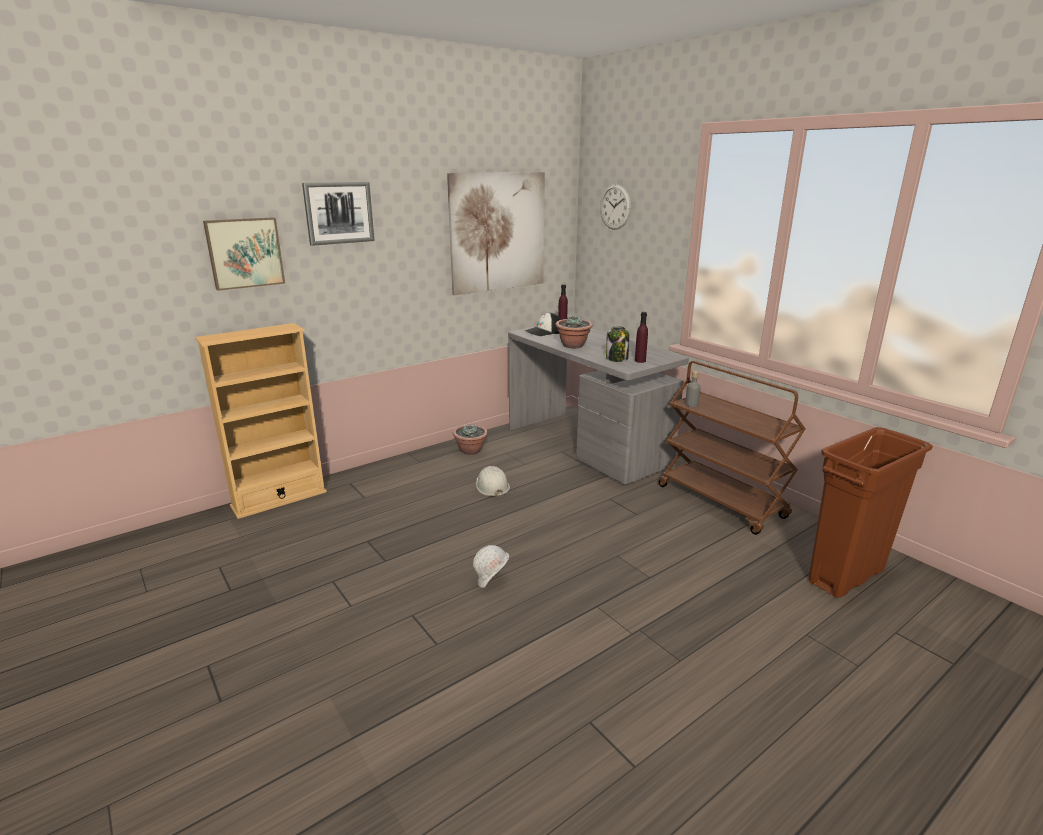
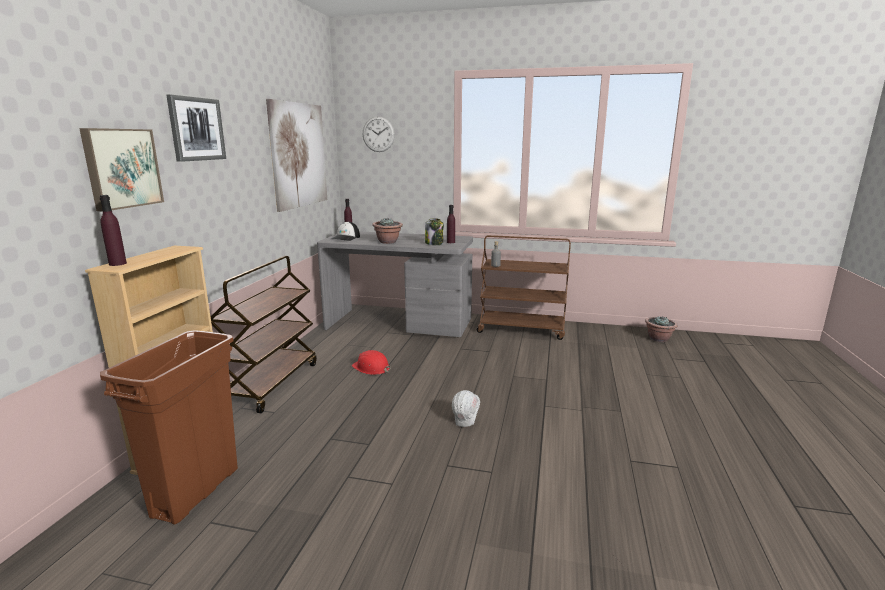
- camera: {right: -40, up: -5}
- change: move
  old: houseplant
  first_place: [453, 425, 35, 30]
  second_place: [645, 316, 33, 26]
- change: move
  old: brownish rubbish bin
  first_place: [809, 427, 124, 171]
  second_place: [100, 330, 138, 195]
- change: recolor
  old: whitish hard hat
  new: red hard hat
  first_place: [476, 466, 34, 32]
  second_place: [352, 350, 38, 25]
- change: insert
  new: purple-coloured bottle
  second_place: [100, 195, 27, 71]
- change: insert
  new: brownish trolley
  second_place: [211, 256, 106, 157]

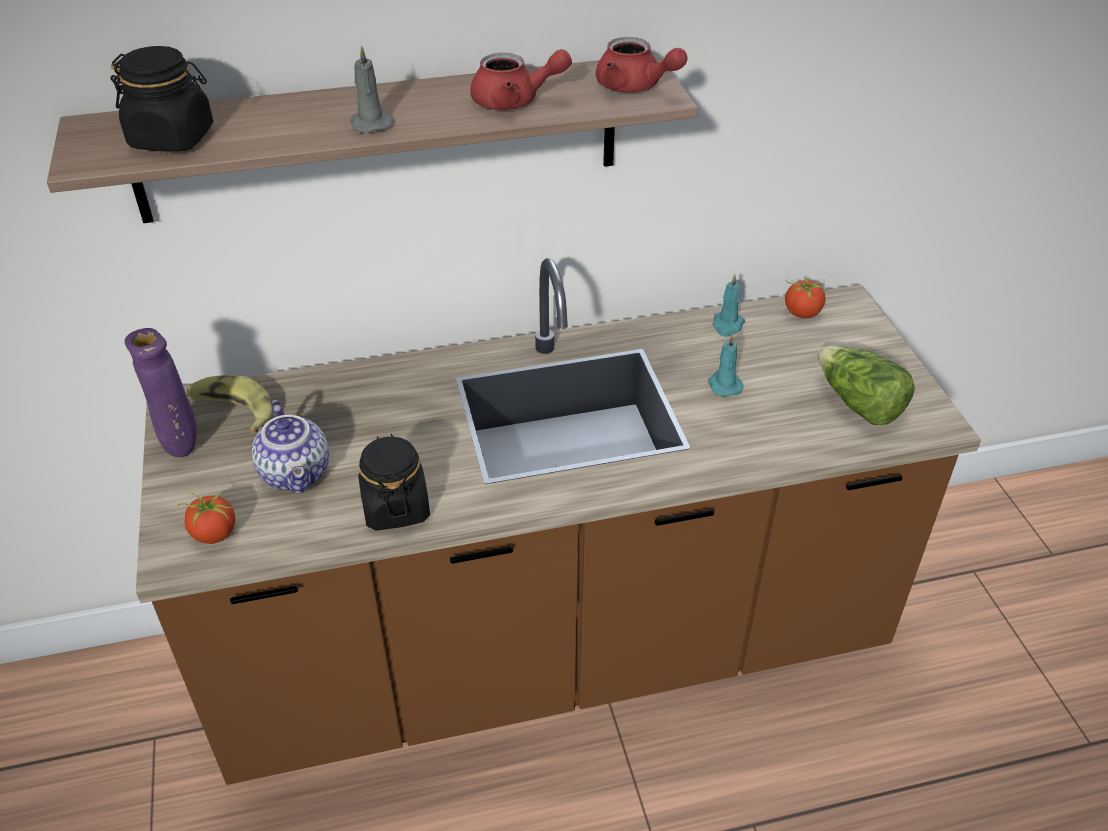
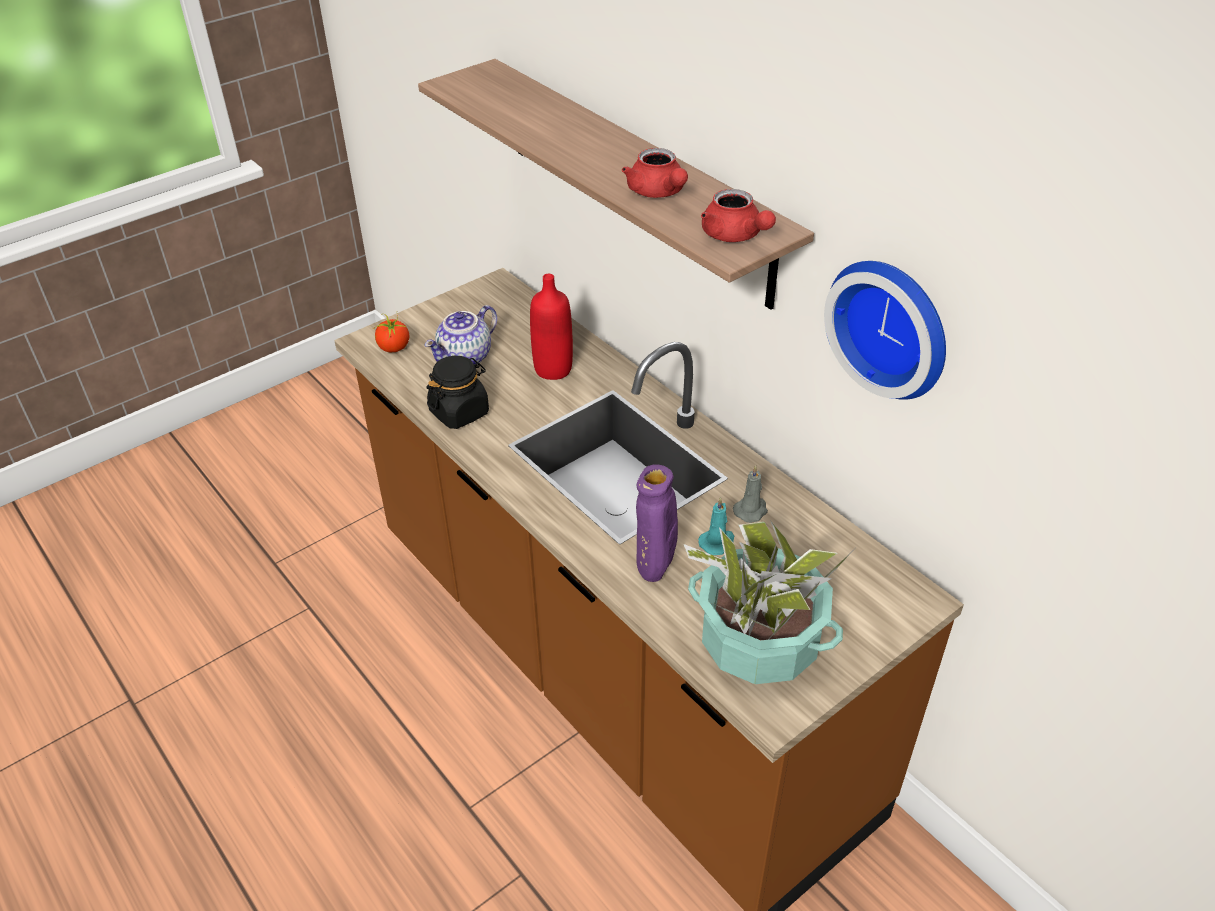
- camera: {right: 65, up: 0}
- change: rotate
  old: red teapot
  first_place: [596, 37, 92, 56]
  second_place: [701, 189, 75, 53]
  degrees: -45
- change: move
  old: gray candle
  first_place: [350, 45, 44, 88]
  second_place: [733, 465, 35, 58]
- change: delete
  old: blackish jar
  first_place: [110, 46, 103, 106]
- change: delete
  old: blue-green candle
  first_place: [712, 274, 33, 63]
- change: delete
  old: tomato
  first_place: [785, 276, 43, 42]
- change: move
  old: purple-coloured vase
  first_place: [125, 328, 72, 129]
  second_place: [636, 464, 42, 118]
- change: replace
  old: lettuce
  new: houseplant
  first_place: [817, 346, 98, 79]
  second_place: [684, 522, 168, 162]
- change: delete
  old: banana
  first_place: [187, 375, 87, 58]
- change: insert
  new: clock on the wall
  second_place: [824, 261, 122, 139]
- change: insert
  new: red bottle
  second_place: [530, 274, 43, 106]

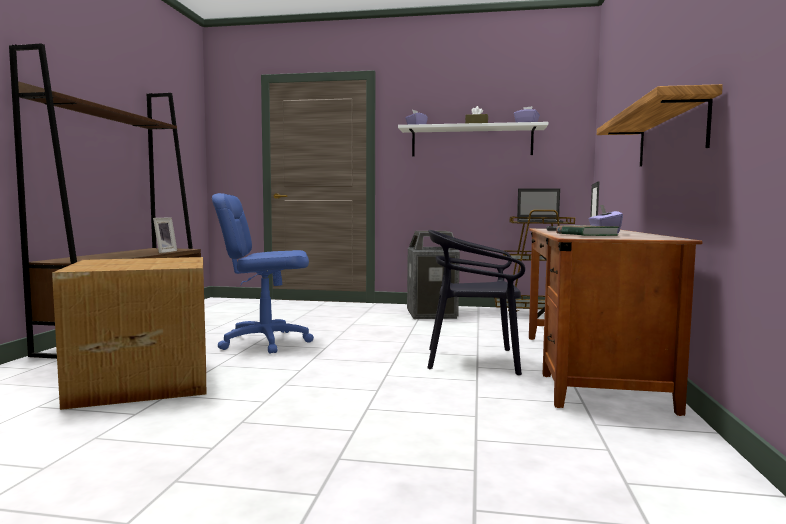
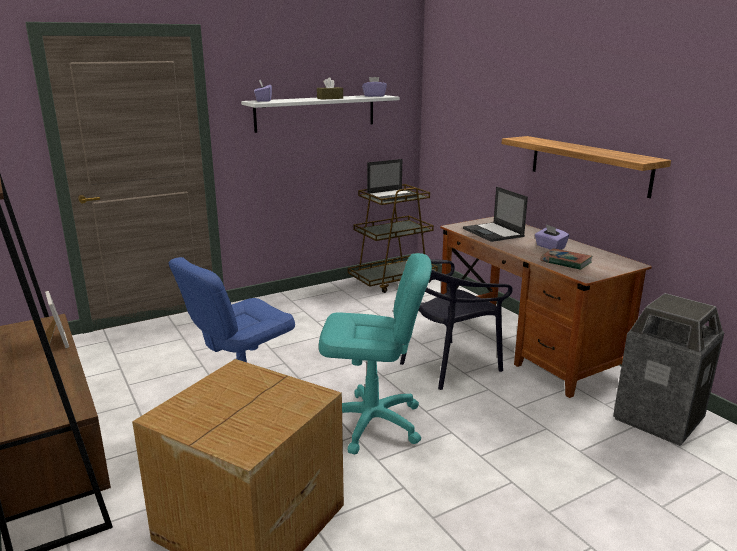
- camera: {right: -40, up: 15}
- change: move
  old: rubbish bin
  first_place: [407, 231, 53, 88]
  second_place: [613, 293, 111, 153]
- change: insert
  new: blue-green computer chair
  second_place: [319, 253, 113, 201]

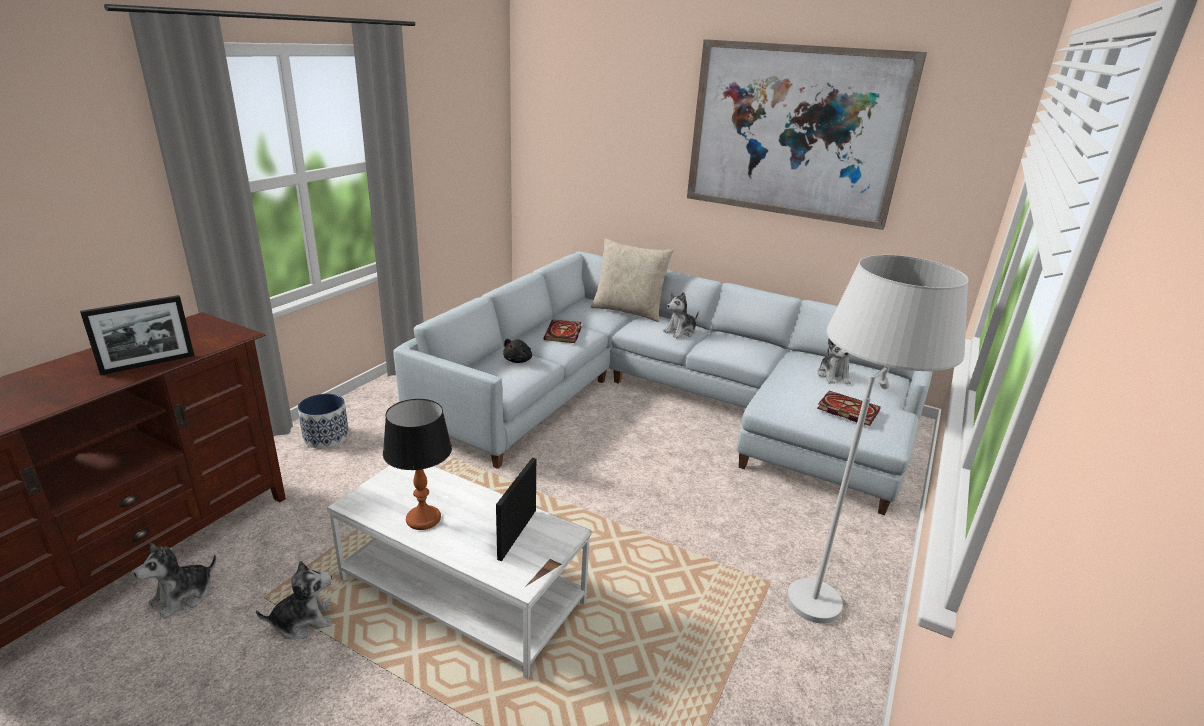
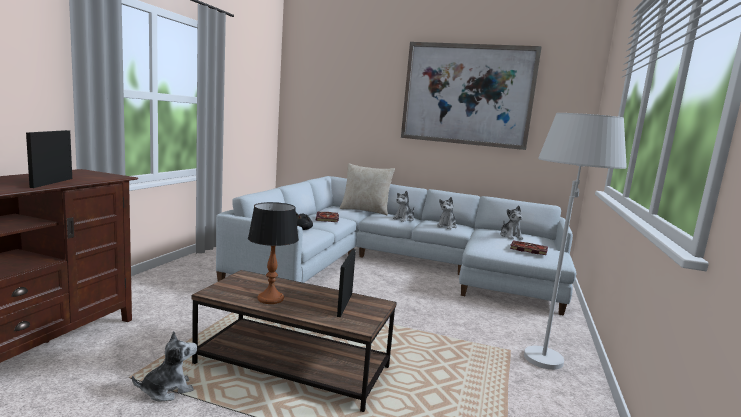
- camera: {right: -10, up: -15}
- change: rotate
  old: picture frame
  first_place: [80, 295, 114, 80]
  second_place: [26, 130, 46, 58]
  degrees: 135
- change: delete
  old: planter
  first_place: [298, 394, 51, 54]
- change: recolor
  old: whitish lounge table
  new: brownish lounge table
  first_place: [327, 465, 264, 214]
  second_place: [191, 270, 206, 142]
- change: move
  old: plush toy
  first_place: [134, 543, 82, 76]
  second_place: [437, 197, 20, 32]

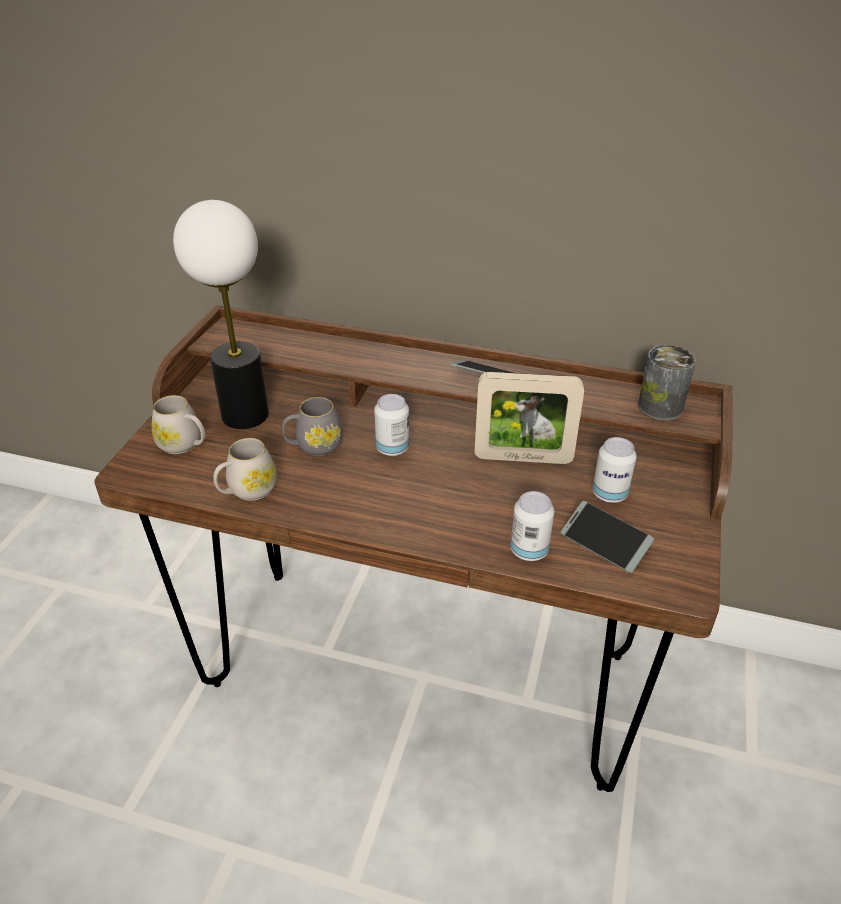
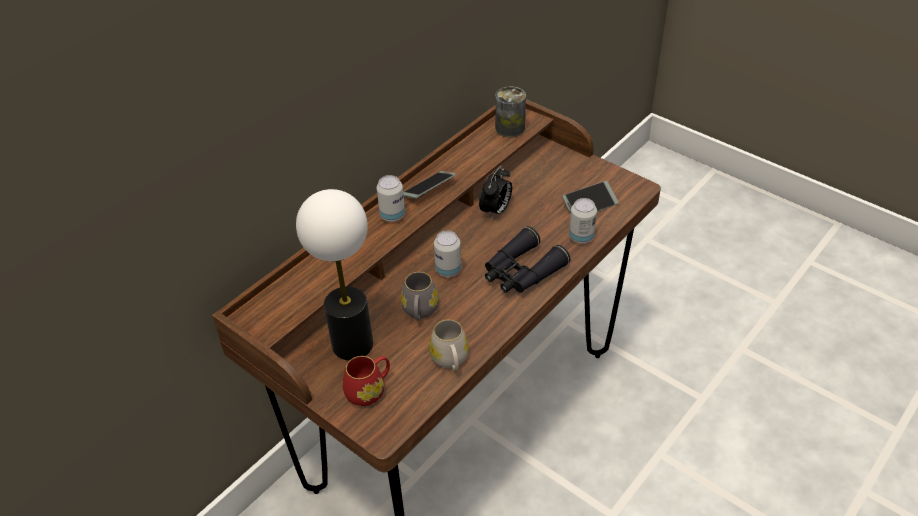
- camera: {right: -65, up: 5}
- change: replace
  old: picture frame
  new: bedside clock
  first_place: [475, 372, 109, 92]
  second_place: [479, 166, 33, 52]
- change: recolor
  old: whitish mug
  new: red mug
  first_place: [152, 395, 53, 59]
  second_place: [343, 356, 47, 50]
- change: move
  old: can
  first_place: [592, 437, 45, 66]
  second_place: [377, 175, 28, 47]
- change: insert
  new: blackish field glasses
  second_place: [485, 226, 86, 67]

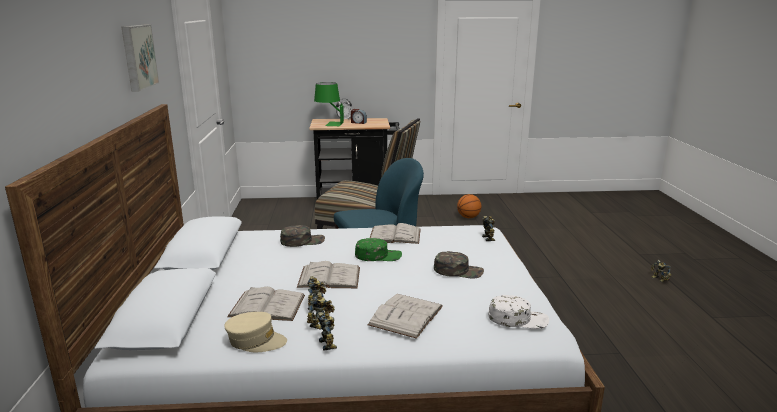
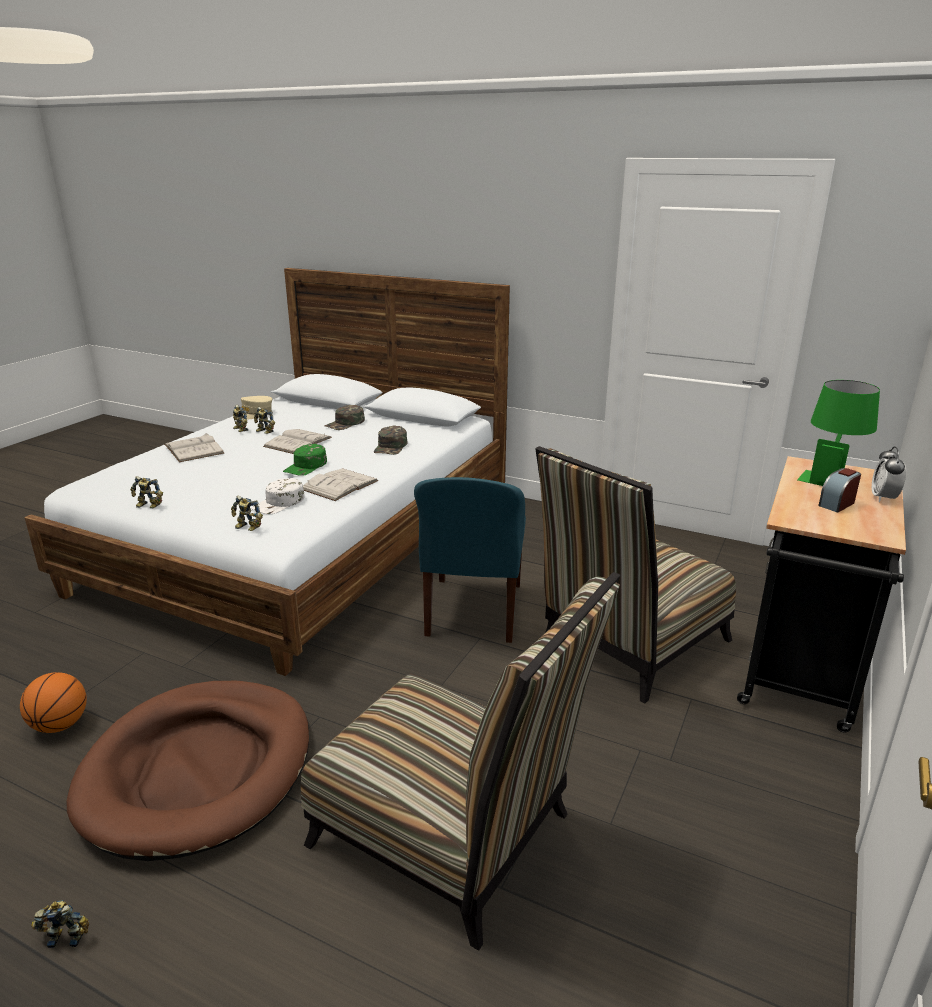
- camera: {right: 120, up: 5}
- change: delete
  old: wall art
  first_place: [121, 25, 38, 67]
- change: move
  old: basketball ball
  first_place: [457, 194, 24, 24]
  second_place: [20, 672, 67, 61]
- change: move
  old: greenish baseball cap
  first_place: [434, 251, 50, 28]
  second_place: [325, 405, 40, 25]
- change: delete
  old: whitish book
  first_place: [227, 287, 78, 34]
- change: move
  old: whitish baseball cap
  first_place: [488, 295, 61, 34]
  second_place: [251, 478, 54, 36]
- change: move
  old: robot figure
  first_place: [317, 312, 20, 39]
  second_place: [130, 476, 33, 32]
- change: insert
  new: upright chair
  second_place: [301, 572, 319, 379]
- change: insert
  new: brownish pet bed
  second_place: [67, 681, 242, 180]

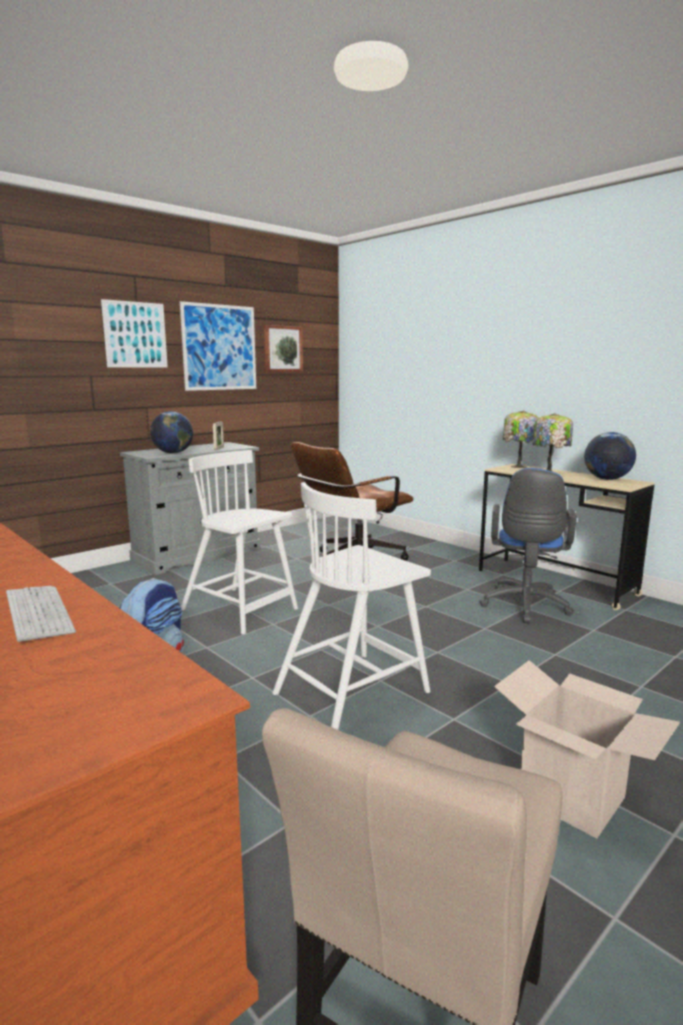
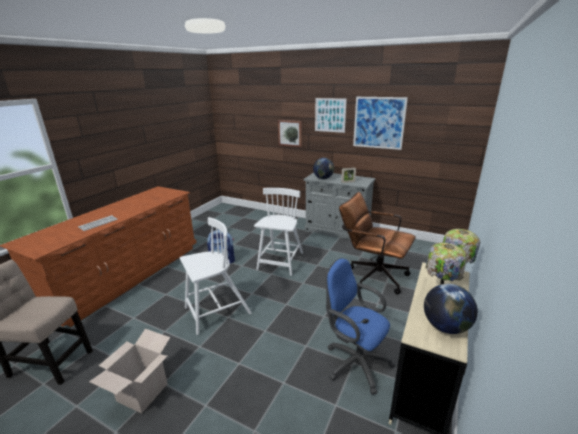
- camera: {right: 70, up: 10}
- change: move
  old: wall art
  first_place: [264, 325, 39, 47]
  second_place: [278, 120, 24, 27]
- change: rotate
  old: bluish computer chair
  first_place: [479, 468, 98, 155]
  second_place: [326, 258, 69, 137]
  degrees: 45
- change: rotate
  old: whitish upright chair
  first_place: [272, 482, 159, 248]
  second_place: [180, 217, 72, 118]
  degrees: 120

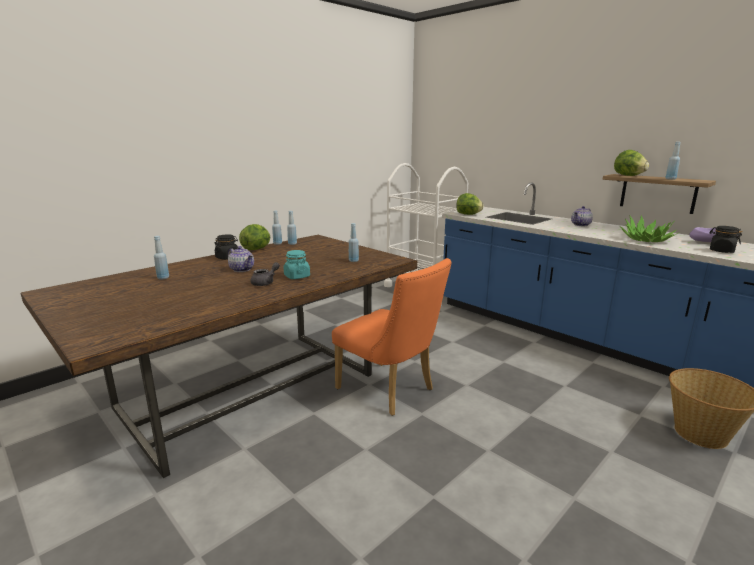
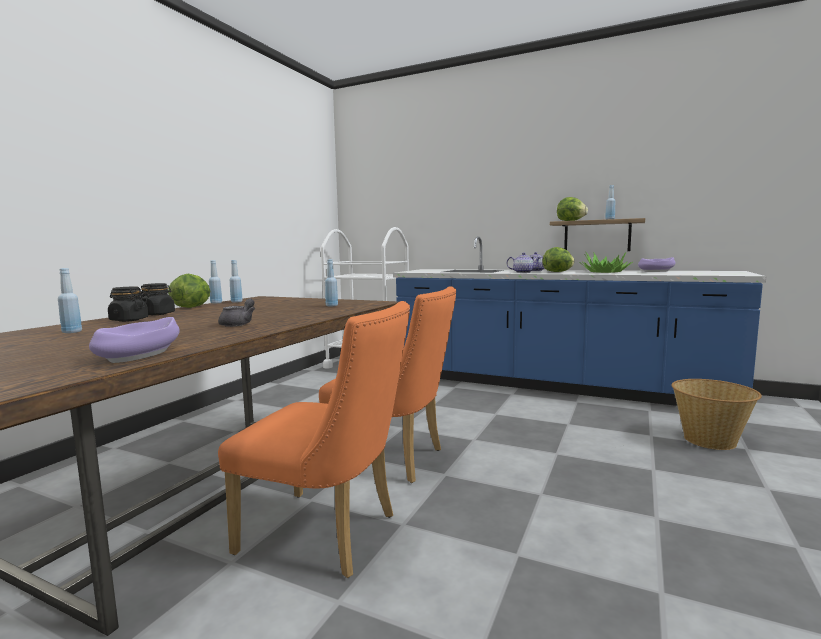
- camera: {right: -20, up: -10}
- change: move
  old: lettuce
  first_place: [456, 193, 28, 22]
  second_place: [542, 247, 33, 25]
- change: move
  old: blackish jar
  first_place: [709, 226, 34, 27]
  second_place: [108, 286, 40, 36]
- change: move
  old: teapot
  first_place: [228, 246, 26, 26]
  second_place: [507, 253, 34, 20]
- change: delete
  old: blue-green jar
  first_place: [284, 250, 26, 29]
- change: insert
  new: orangey upright chair
  second_place: [218, 301, 192, 277]
- change: insert
  new: purple-coloured bowl
  second_place: [89, 317, 91, 46]

